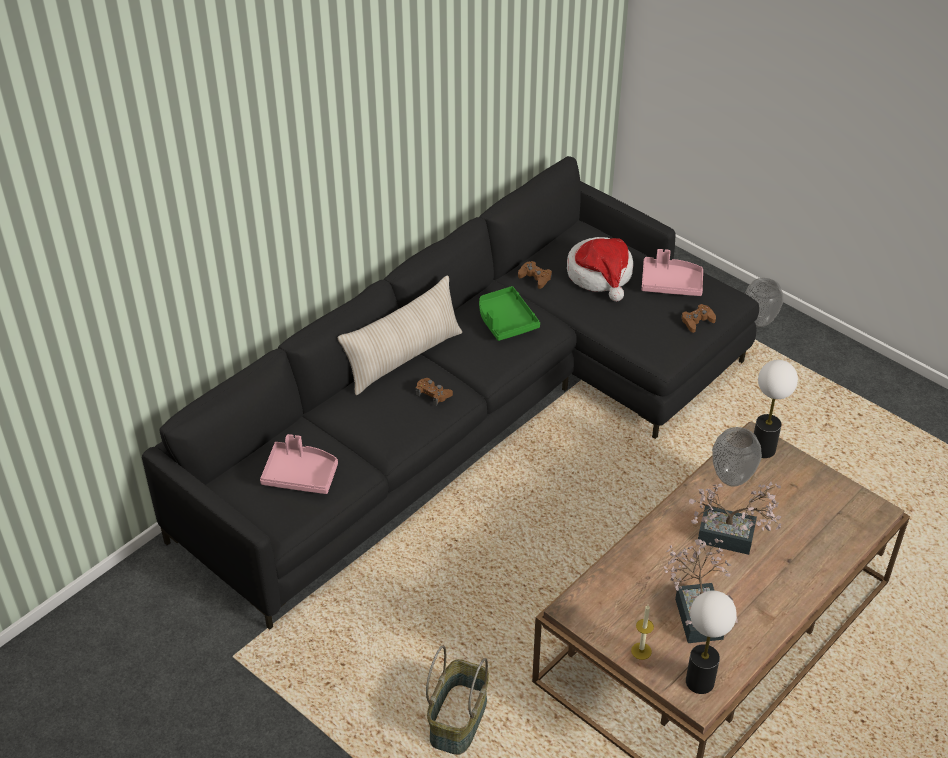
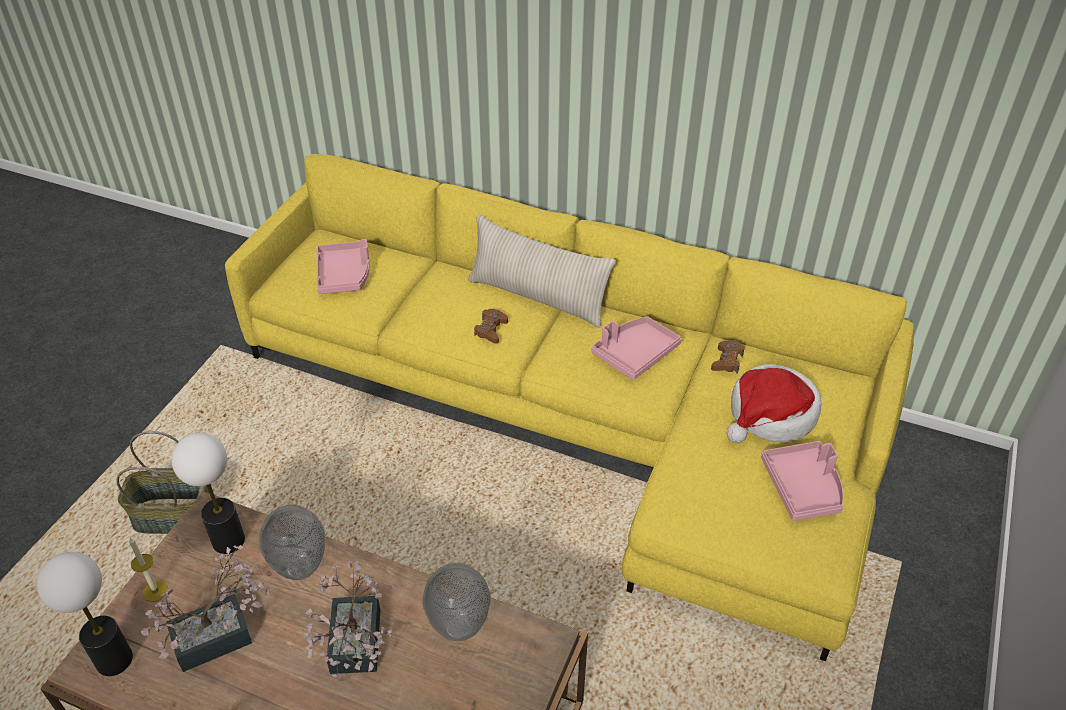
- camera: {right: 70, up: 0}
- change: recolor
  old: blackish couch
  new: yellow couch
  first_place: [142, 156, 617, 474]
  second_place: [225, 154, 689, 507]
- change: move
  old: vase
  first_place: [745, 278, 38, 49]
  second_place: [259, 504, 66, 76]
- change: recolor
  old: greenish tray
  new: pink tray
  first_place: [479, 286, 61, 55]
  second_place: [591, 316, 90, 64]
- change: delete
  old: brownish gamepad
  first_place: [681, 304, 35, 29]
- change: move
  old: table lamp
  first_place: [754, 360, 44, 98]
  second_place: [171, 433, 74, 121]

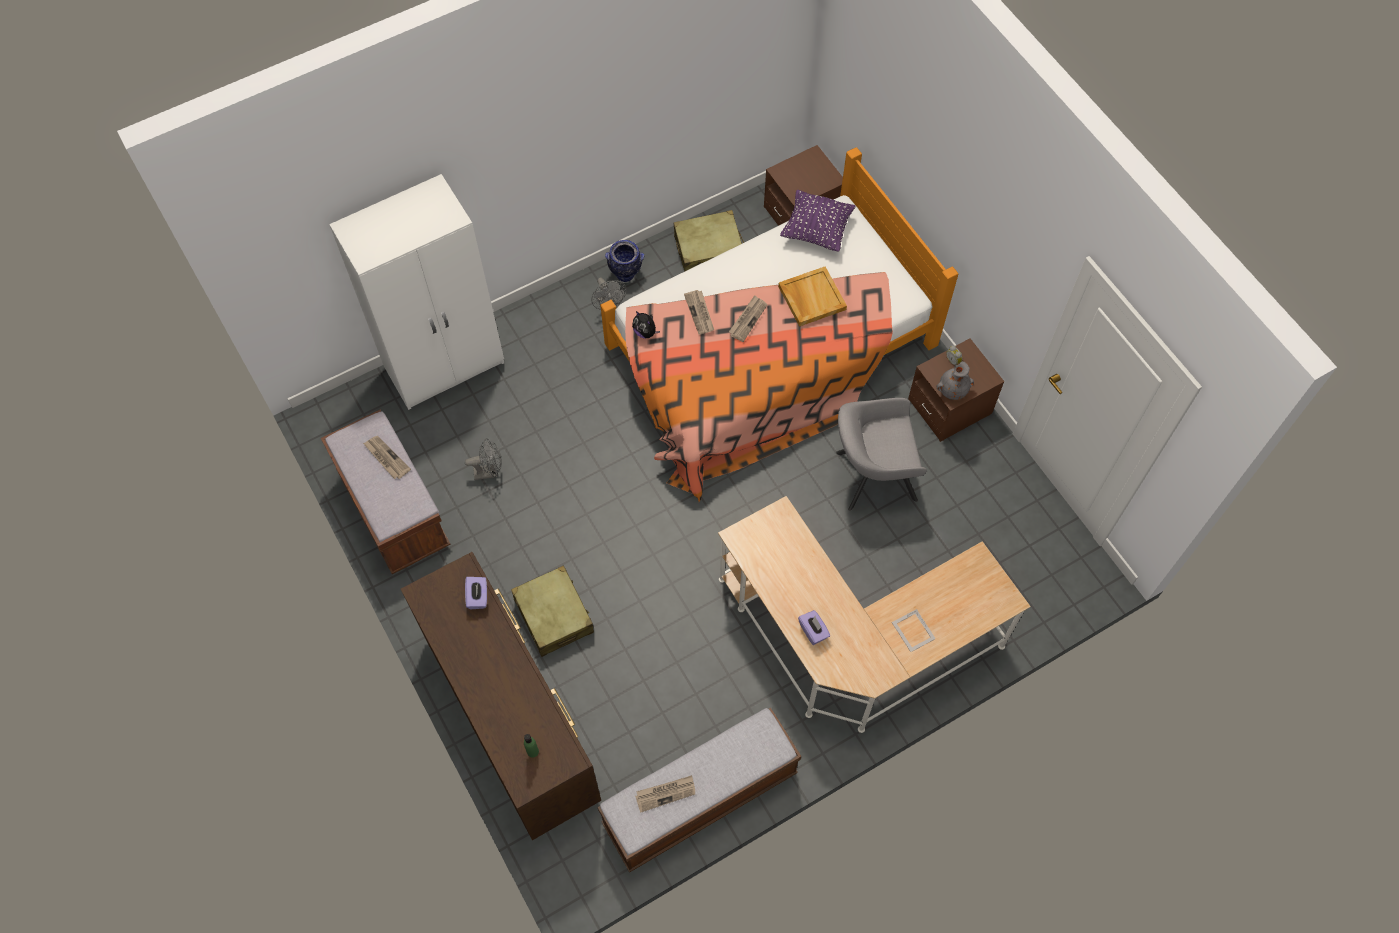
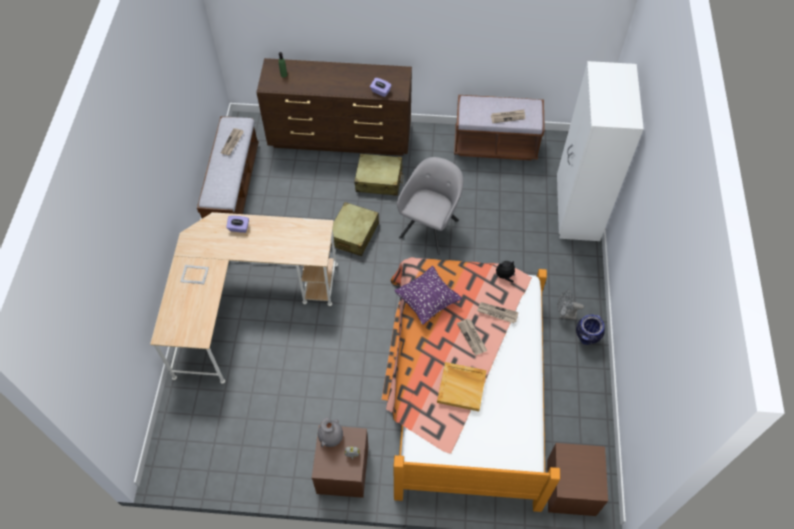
- camera: {right: 125, up: -5}
- change: move
  old: purple-coloured throw pillow
  first_place: [780, 190, 76, 62]
  second_place: [394, 266, 68, 59]
- change: move
  old: beige-coloured travel case
  first_place: [674, 210, 70, 62]
  second_place: [331, 202, 48, 54]
- change: move
  old: gray lounge chair
  first_place: [836, 398, 91, 113]
  second_place: [397, 157, 67, 98]
- change: delete
  old: gray cooling fan
  first_place: [465, 438, 37, 42]

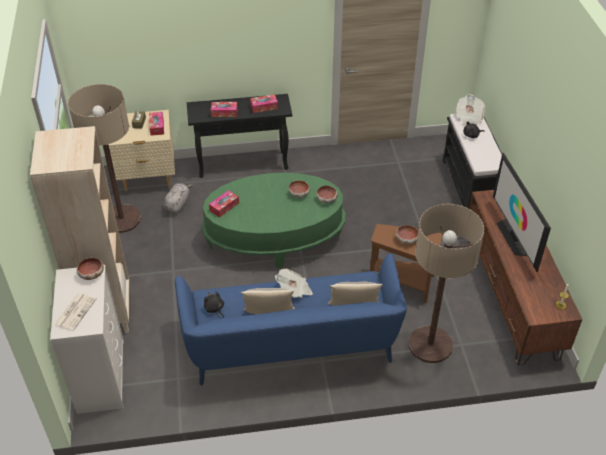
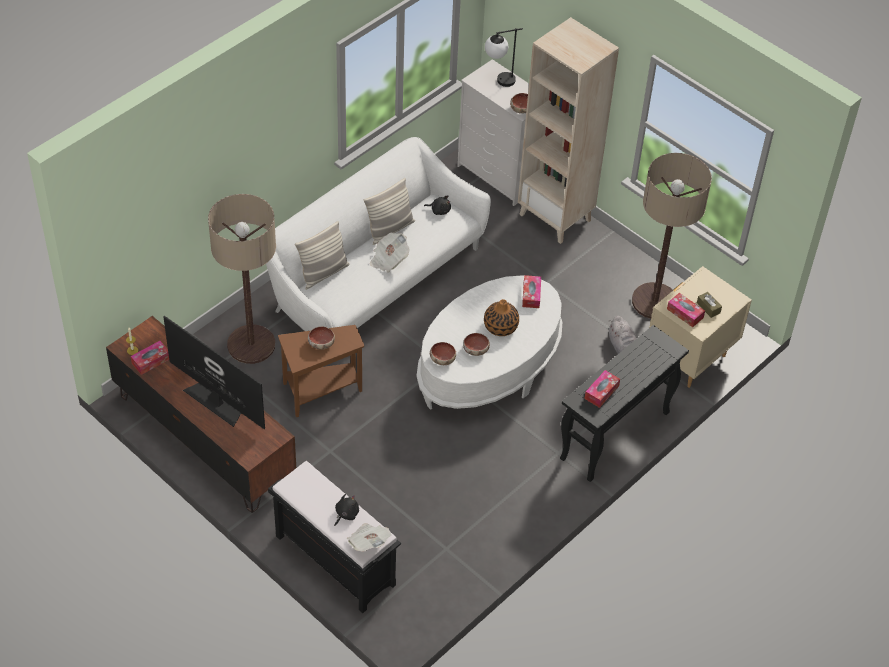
- camera: {right: 140, up: 5}
- change: move
  old: tissue box
  first_place: [211, 102, 27, 15]
  second_place: [131, 341, 38, 34]
- change: recolor
  old: greenish lounge table
  new: whitish lounge table
  first_place: [201, 173, 145, 95]
  second_place: [417, 275, 145, 135]
- change: recolor
  old: bluish couch
  new: whitish couch
  first_place: [175, 254, 232, 131]
  second_place: [266, 137, 225, 194]
- change: replace
  old: printed paper
  new: table lamp
  first_place: [54, 293, 43, 38]
  second_place: [485, 28, 38, 59]
- change: insert
  new: vase
  second_place: [484, 299, 35, 37]

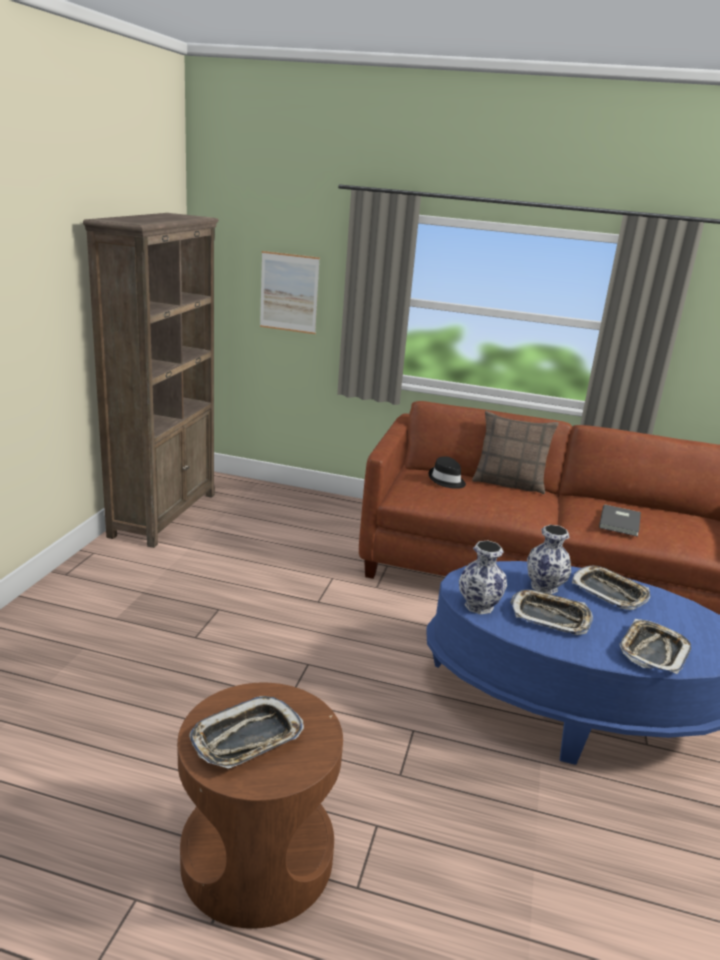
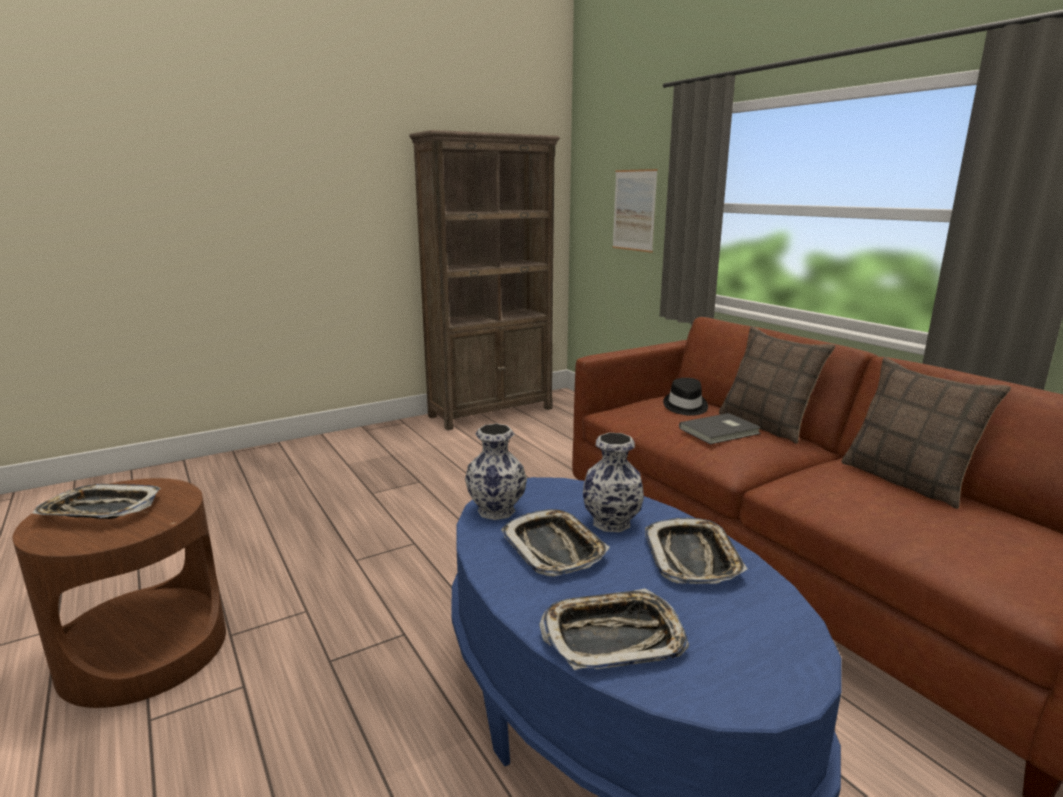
- camera: {right: 45, up: -5}
- change: move
  old: gray book
  first_place: [599, 504, 42, 33]
  second_place: [679, 413, 82, 31]
- change: insert
  new: throw pillow
  second_place: [841, 357, 170, 152]

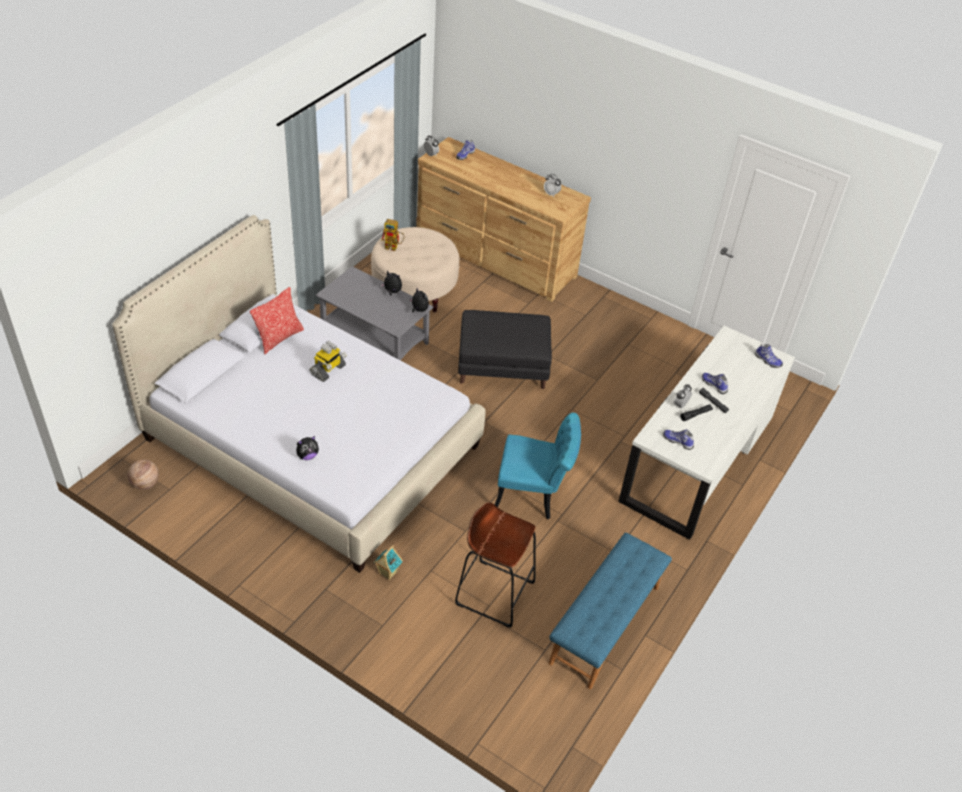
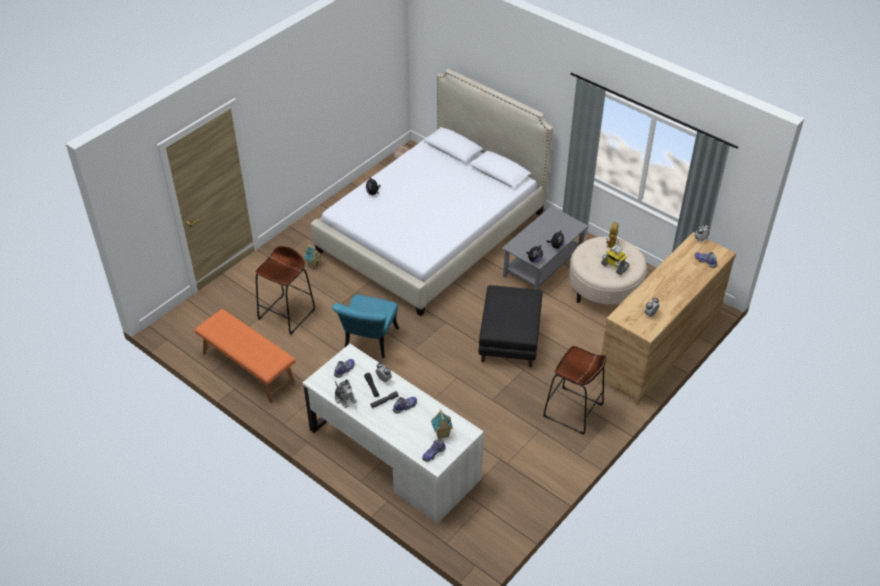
- camera: {right: 100, up: 0}
- change: delete
  old: throw pillow
  first_place: [250, 287, 54, 67]
- change: move
  old: robot figure
  first_place: [309, 341, 38, 41]
  second_place: [601, 245, 28, 30]
- change: recolor
  old: bluish long seat
  new: orangey long seat
  first_place: [549, 533, 123, 156]
  second_place: [194, 309, 102, 94]
- change: insert
  new: brownish stool seat
  second_place: [543, 346, 64, 88]
- change: insert
  new: plush toy
  second_place: [335, 379, 22, 29]
- change: insert
  new: toy house
  second_place: [431, 409, 22, 31]

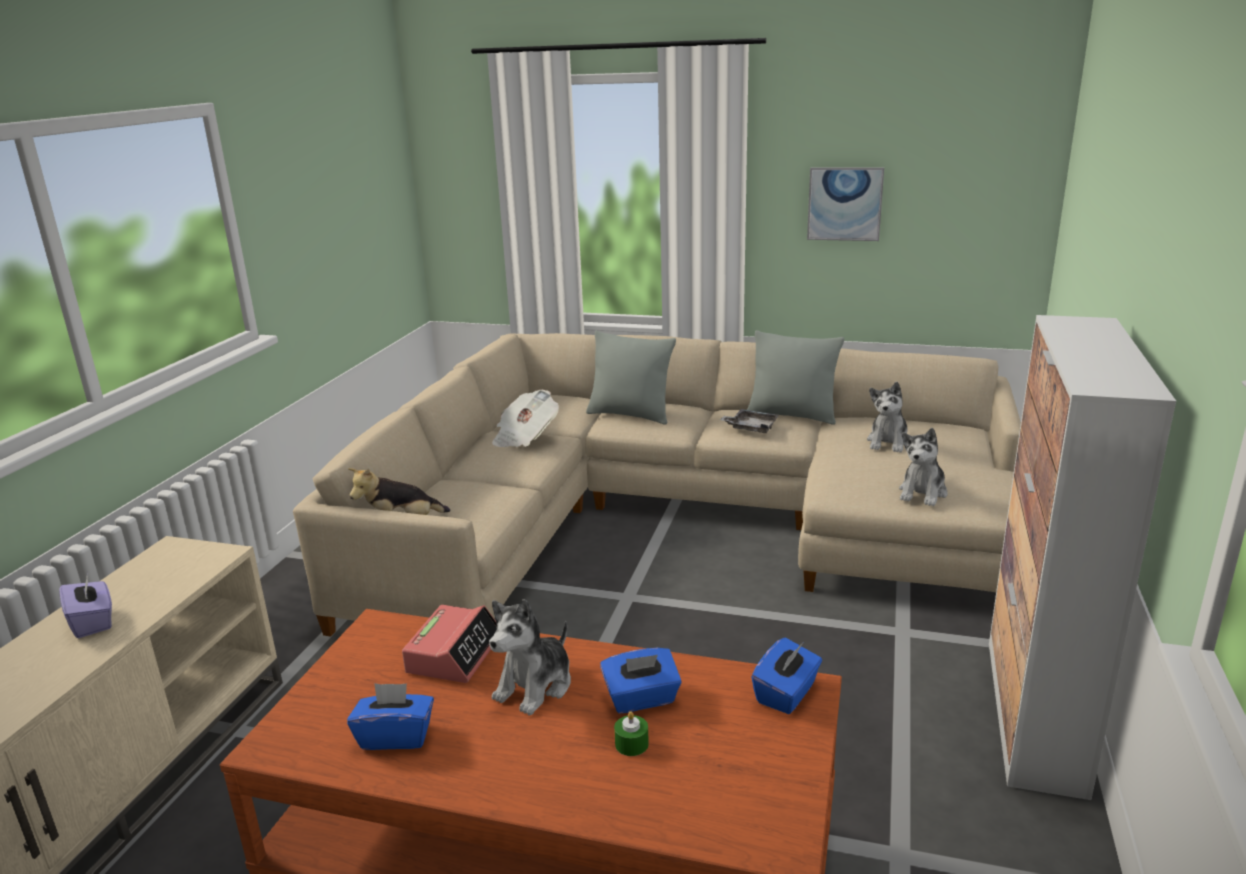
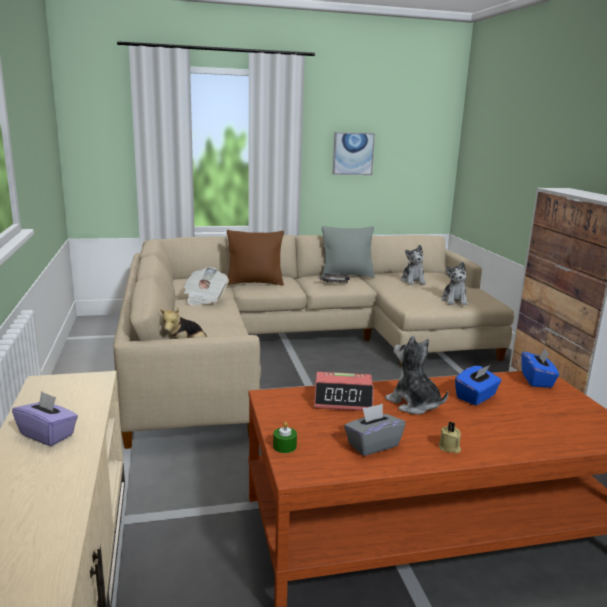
- camera: {right: -30, up: -5}
- change: recolor
  old: gray throw pillow
  new: brownish throw pillow
  first_place: [586, 331, 90, 94]
  second_place: [227, 230, 57, 56]
- change: rotate
  old: plush toy
  first_place: [489, 599, 82, 116]
  second_place: [385, 335, 64, 79]
  degrees: 135
- change: rotate
  old: bedside clock
  first_place: [402, 605, 95, 78]
  second_place: [314, 372, 60, 39]
  degrees: 105
- change: recolor
  old: bluish tissue box
  new: gray tissue box
  first_place: [347, 683, 87, 67]
  second_place: [344, 404, 62, 52]
- change: move
  old: greenish candle
  first_place: [614, 711, 35, 45]
  second_place: [273, 422, 24, 31]
- change: insert
  new: beige-coloured candle
  second_place: [439, 422, 22, 31]

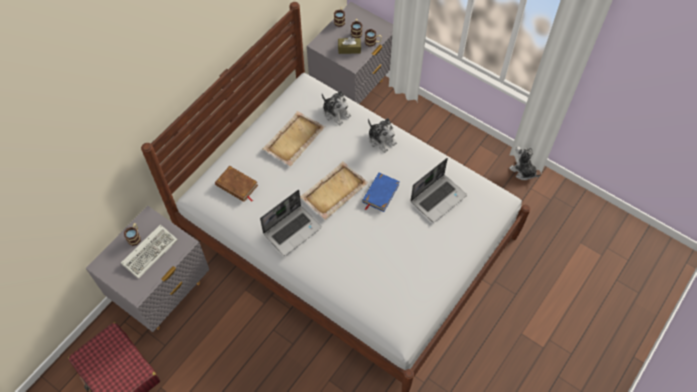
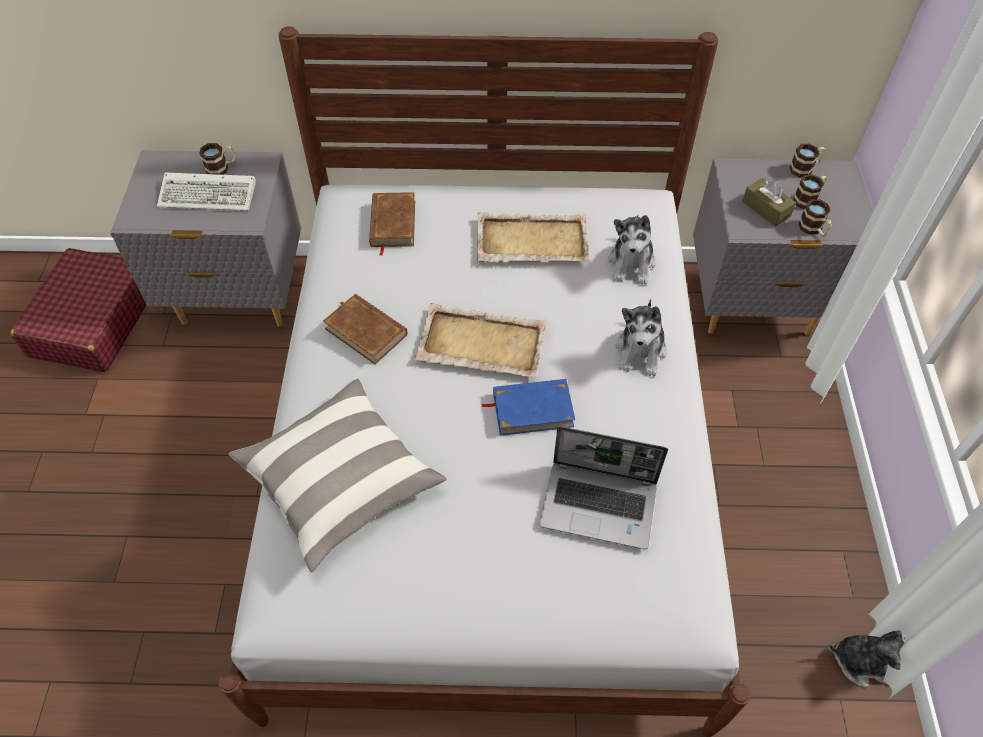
- camera: {right: 55, up: -5}
- change: rotate
  old: plush toy
  first_place: [509, 147, 32, 33]
  second_place: [828, 630, 78, 57]
  degrees: 90
- change: replace
  old: notebook computer
  new: brownish book
  first_place: [260, 190, 62, 66]
  second_place: [323, 294, 84, 70]
- change: insert
  new: throw pillow
  second_place: [229, 377, 217, 196]

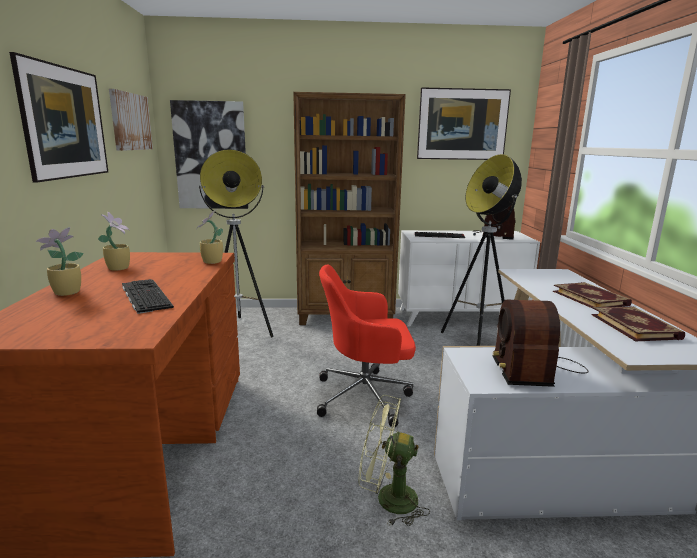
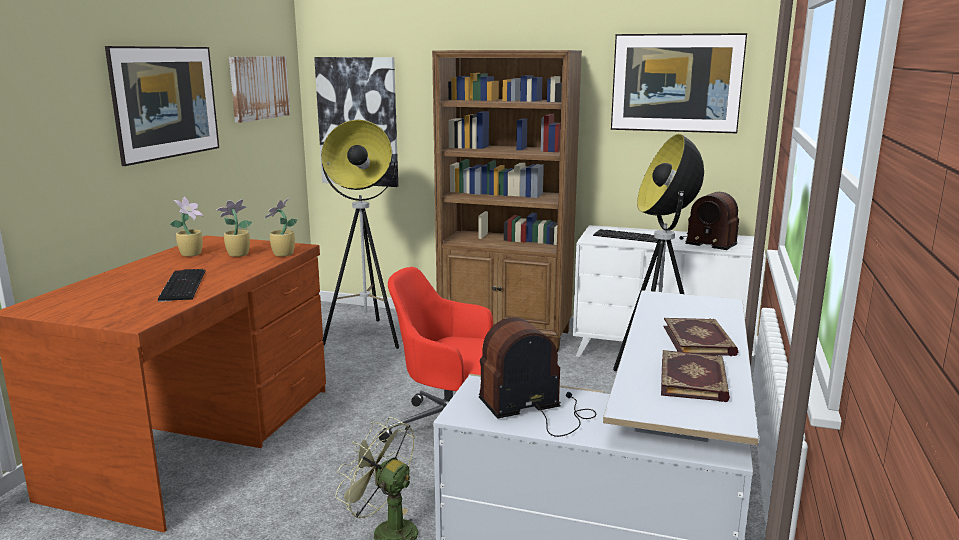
- camera: {right: 20, up: 0}
- change: move
  old: houseplant
  first_place: [36, 227, 48, 69]
  second_place: [217, 199, 35, 58]
- change: rotate
  old: radio receiver
  first_place: [493, 300, 96, 87]
  second_place: [479, 317, 117, 120]
  degrees: 45

